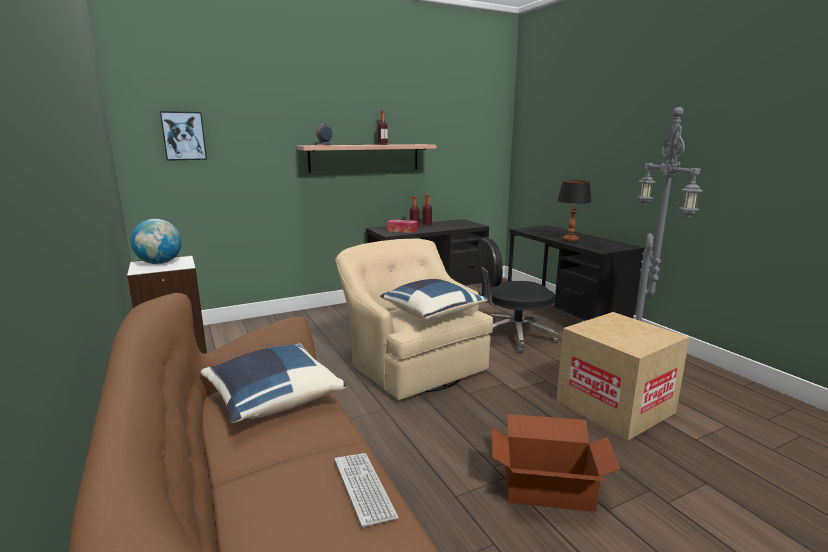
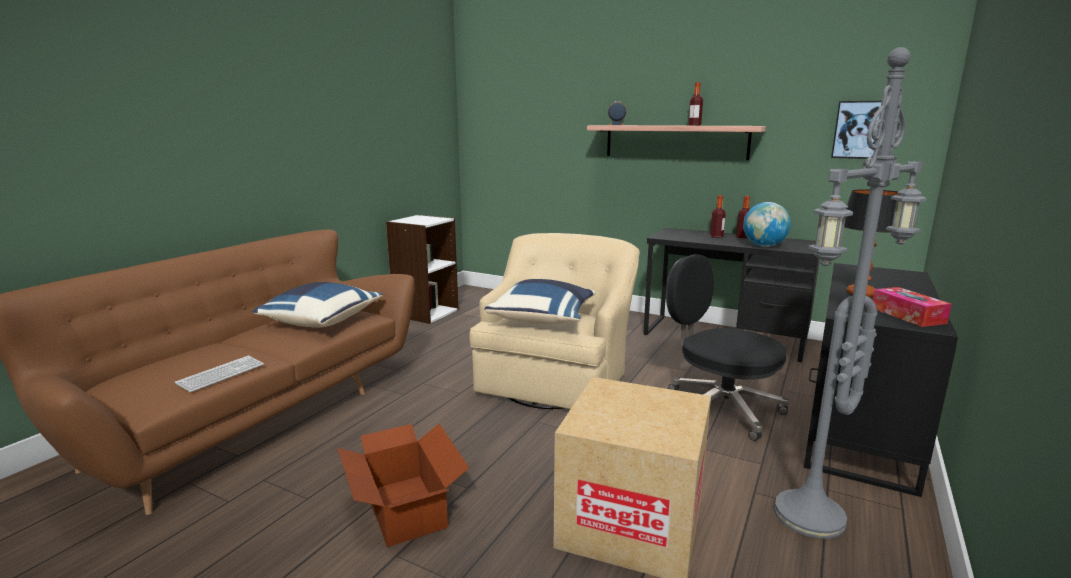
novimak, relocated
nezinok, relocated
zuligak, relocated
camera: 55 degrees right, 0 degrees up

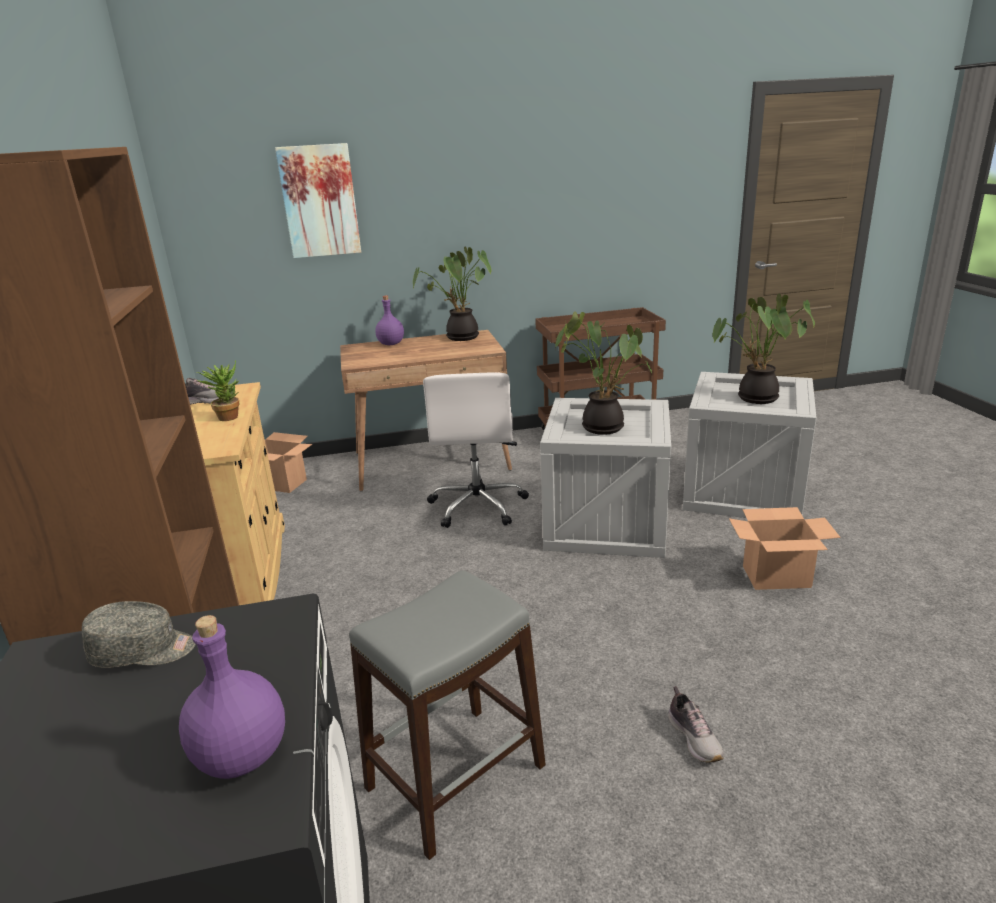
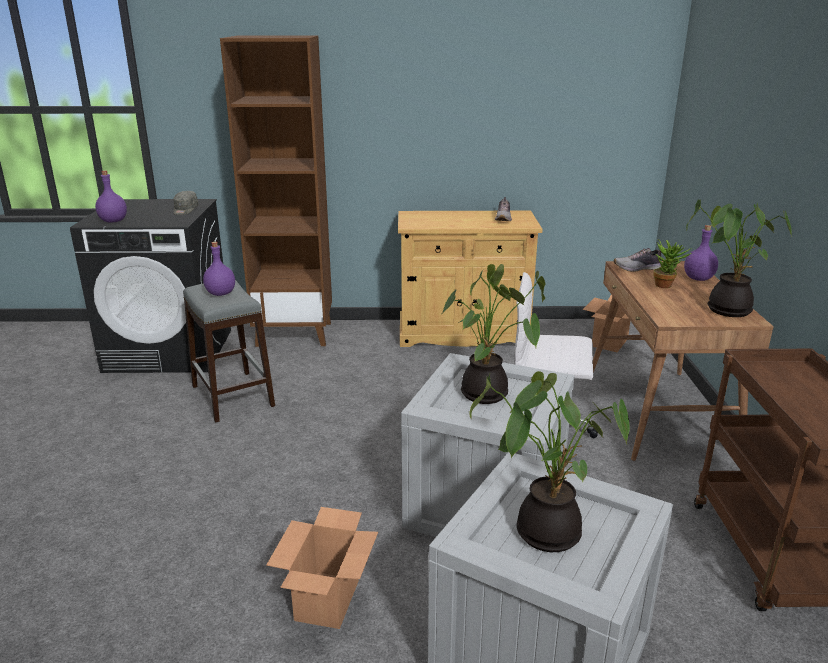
- → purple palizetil (no. 2 from left)
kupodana (no. 2 from left), relocated
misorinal (no. 1 from left in the first image) → misorinal (no. 3 from left), relocated
nezinok → -
camera: 100 degrees right, 0 degrees up

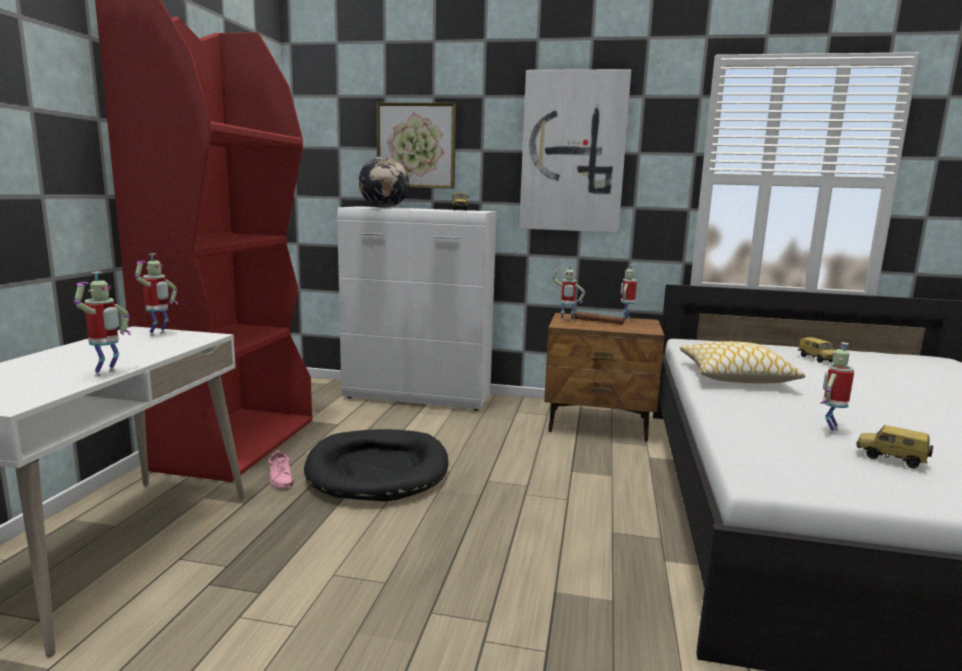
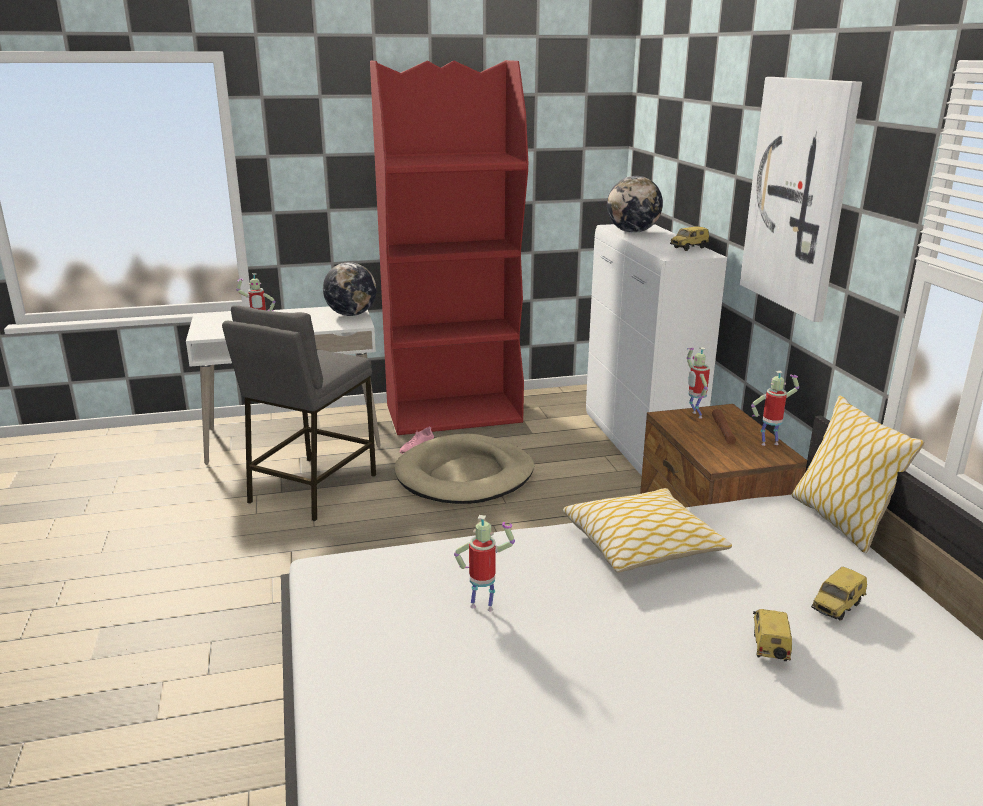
- → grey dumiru
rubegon (no. 2 from left) → novimak (no. 1 from left)
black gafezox → beige gafezox
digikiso (no. 3 from left in the first image) → digikiso (no. 2 from left), relocated
- → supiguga (no. 2 from left)
nezinok (no. 1 from left) → -
camera: 65 degrees right, 10 degrees up

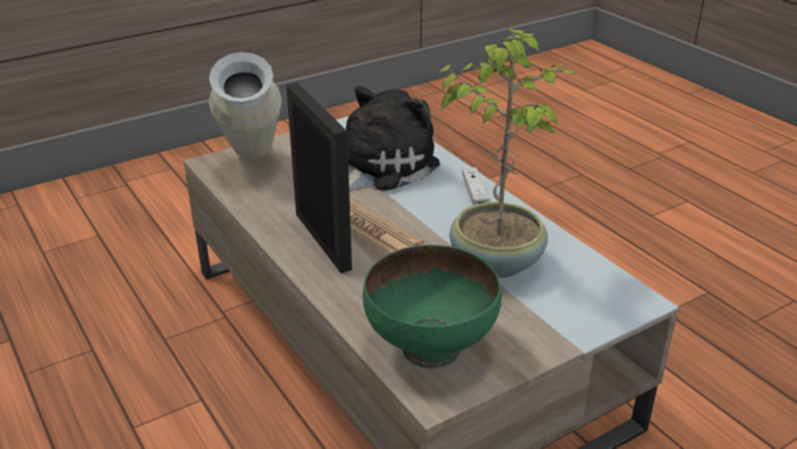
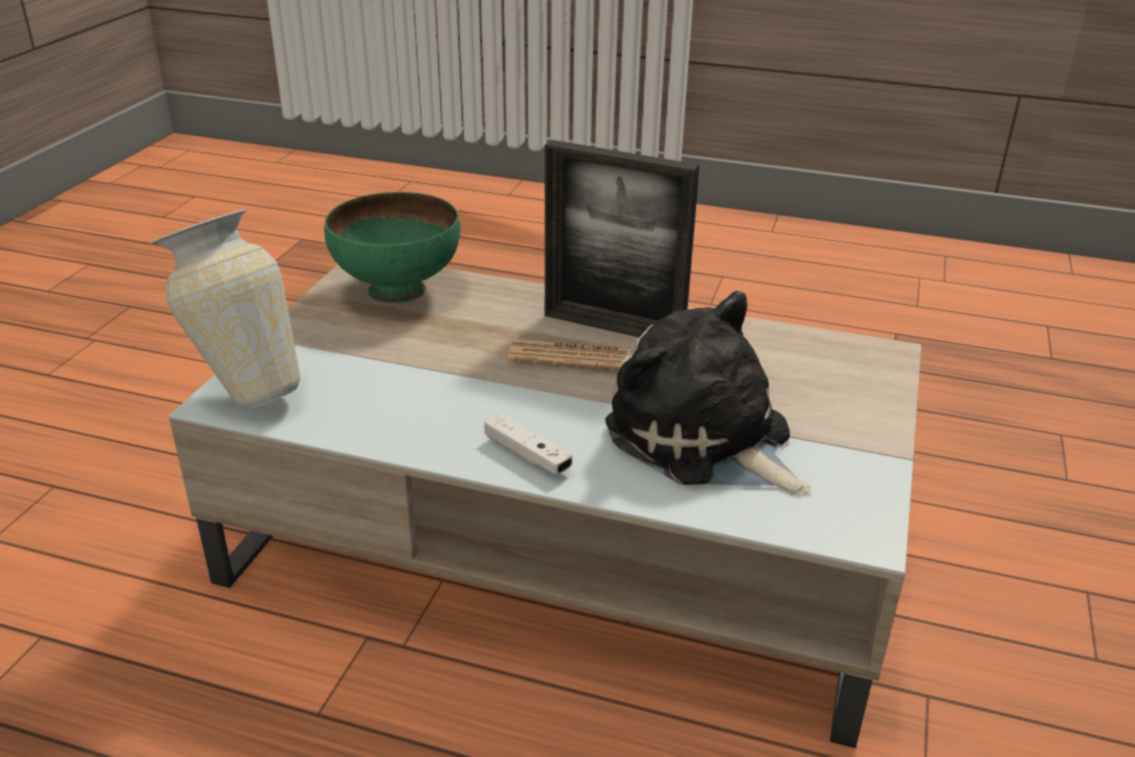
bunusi, relocated
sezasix, 135 degrees clockwise
misorinal → -
camera: 140 degrees right, 0 degrees up

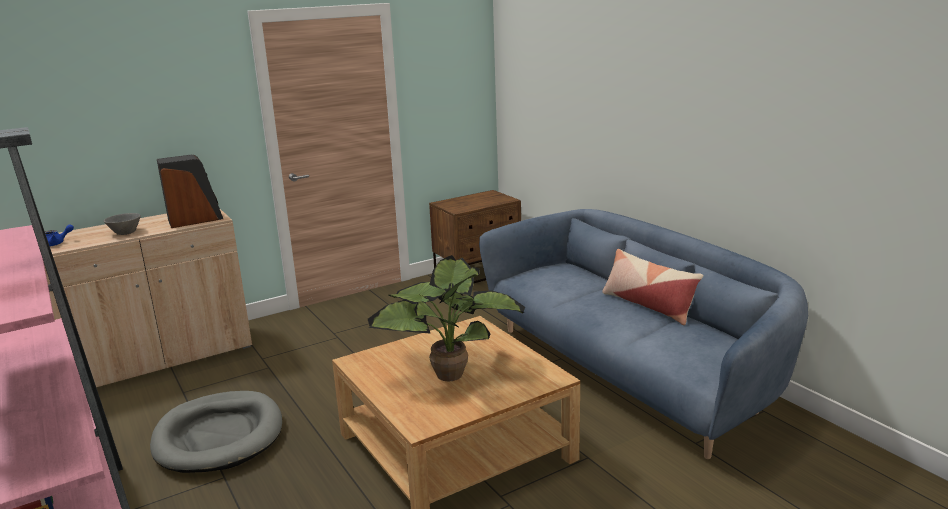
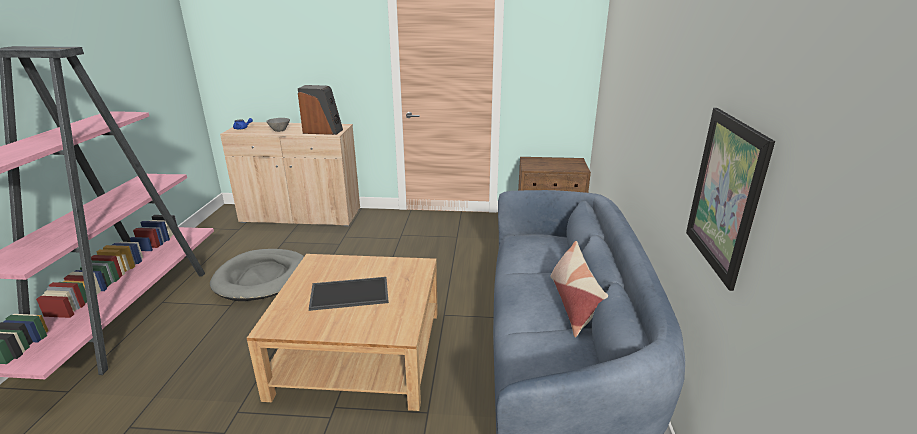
misorinal → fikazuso
- → nezinok
camera: 35 degrees right, 5 degrees up

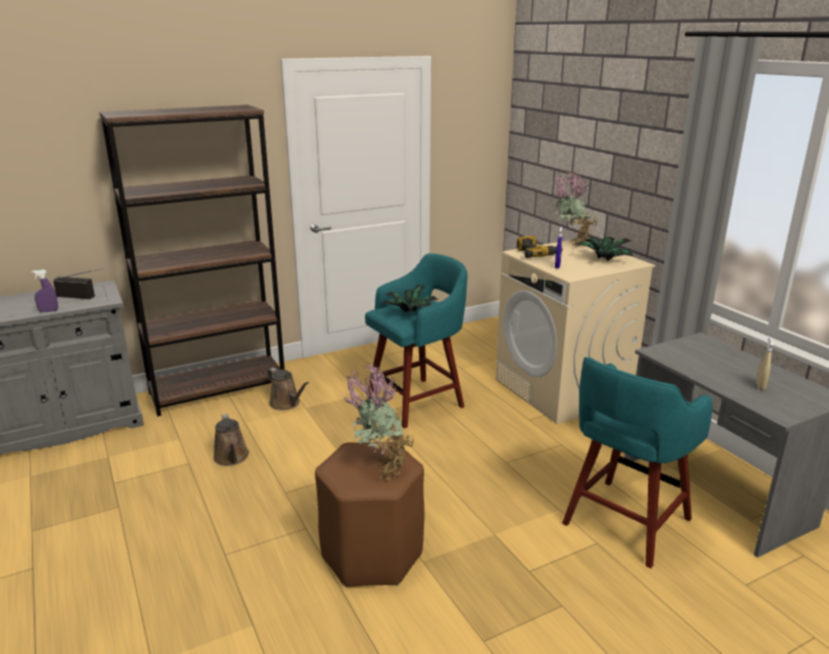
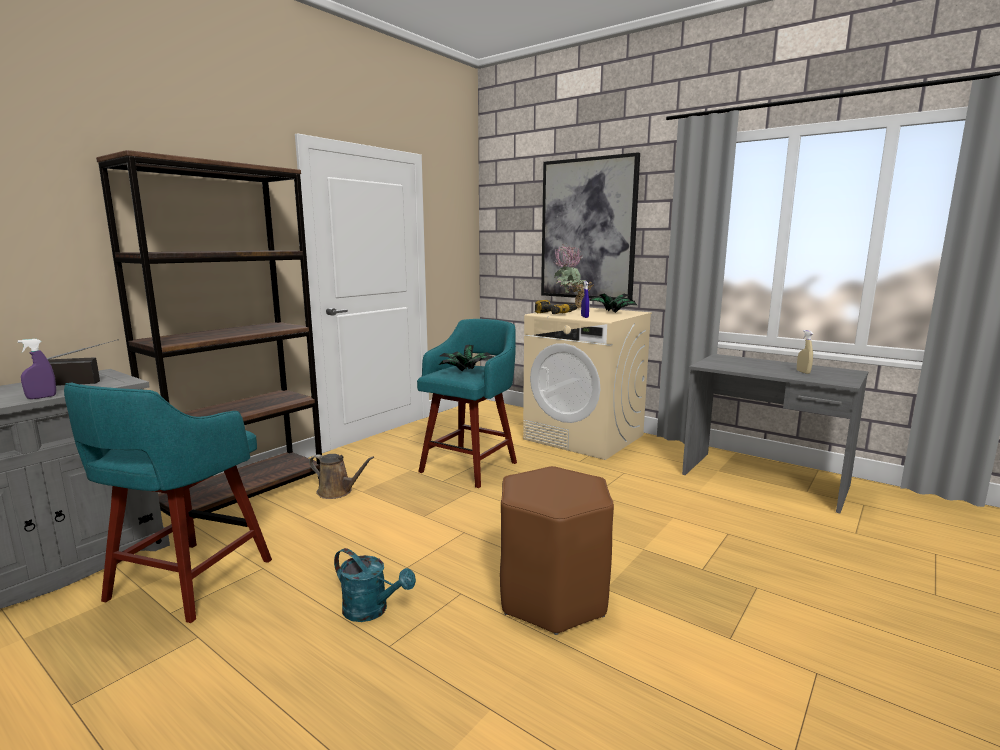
turquoise dumiru (no. 2 from left in the first image) → turquoise dumiru (no. 1 from left), relocated
- → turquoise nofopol
- → nezinok
brown nofopol (no. 1 from left) → -
misorinal (no. 1 from left) → -
camera: 25 degrees left, 10 degrees down

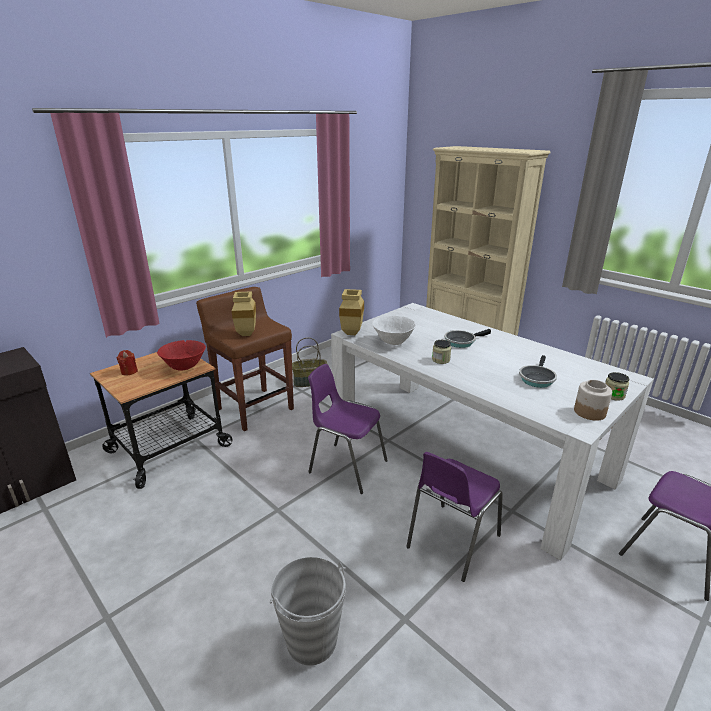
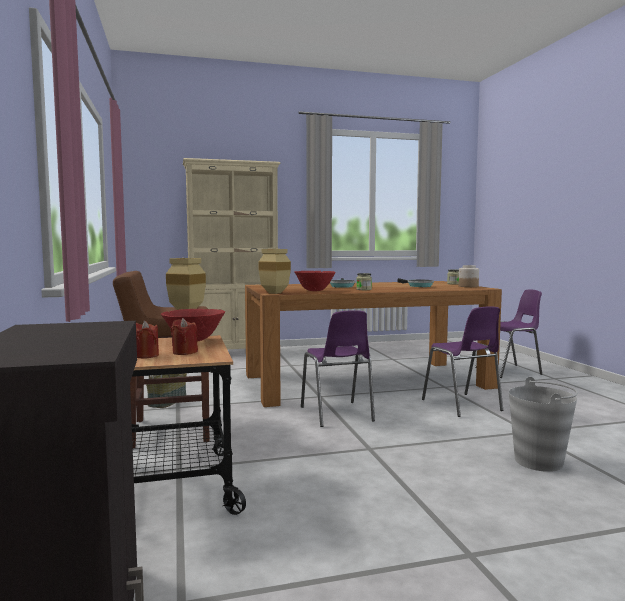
- → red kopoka (no. 2 from left)
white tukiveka → brown tukiveka
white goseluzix → red goseluzix (no. 2 from left)
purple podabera (no. 1 from left), 75 degrees counterclockwise
camera: 60 degrees left, 20 degrees down

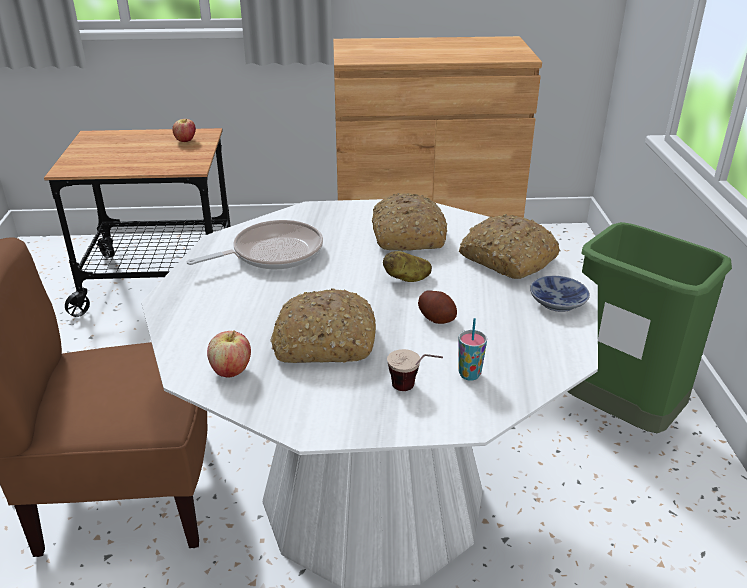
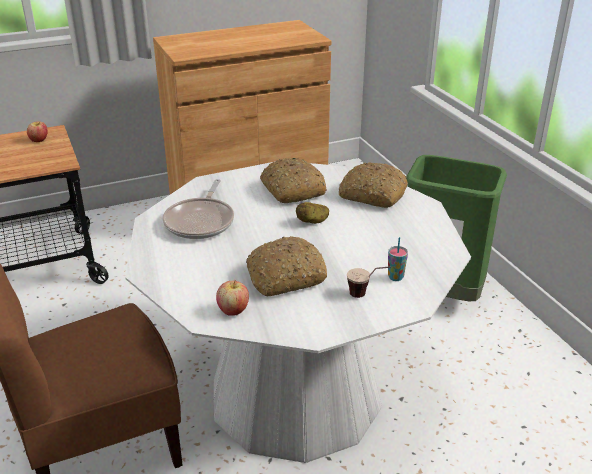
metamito, 150 degrees clockwise
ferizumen (no. 2 from left) → -
goseluzix → -
camera: 20 degrees left, 0 degrees up

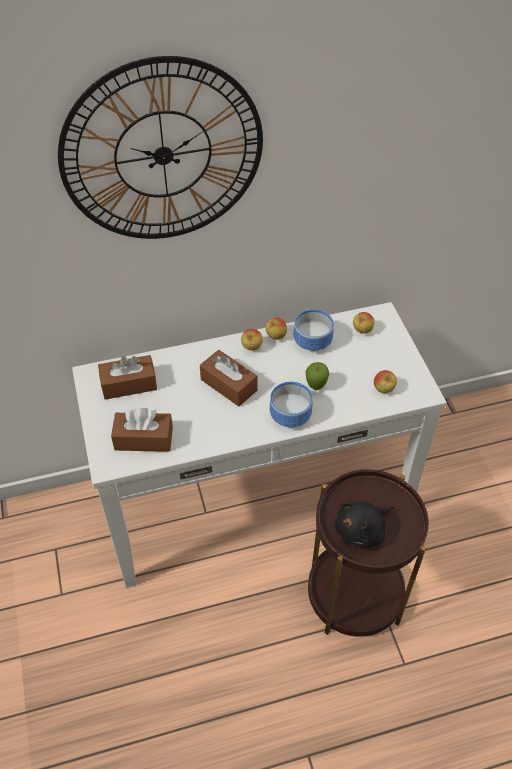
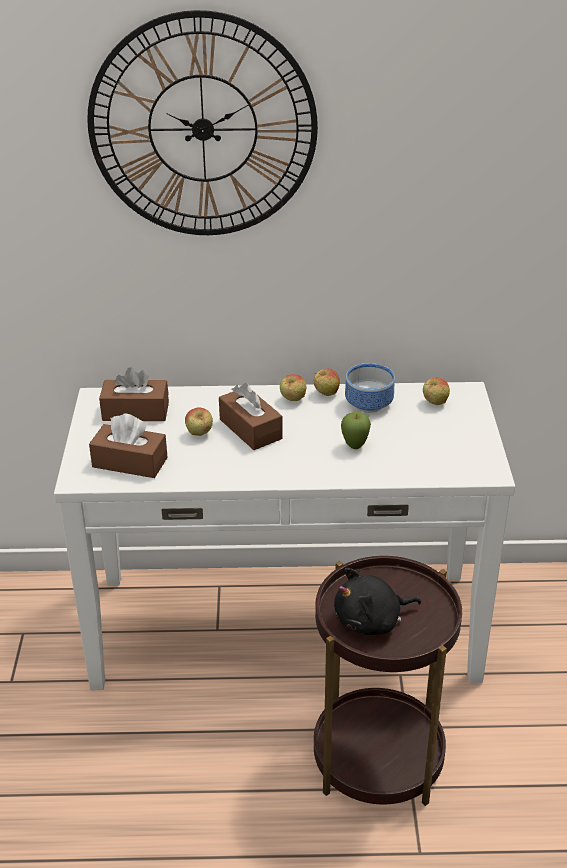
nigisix (no. 5 from left in the first image) → nigisix (no. 1 from left), relocated
goseluzix (no. 1 from left) → -
camera: 15 degrees right, 15 degrees down

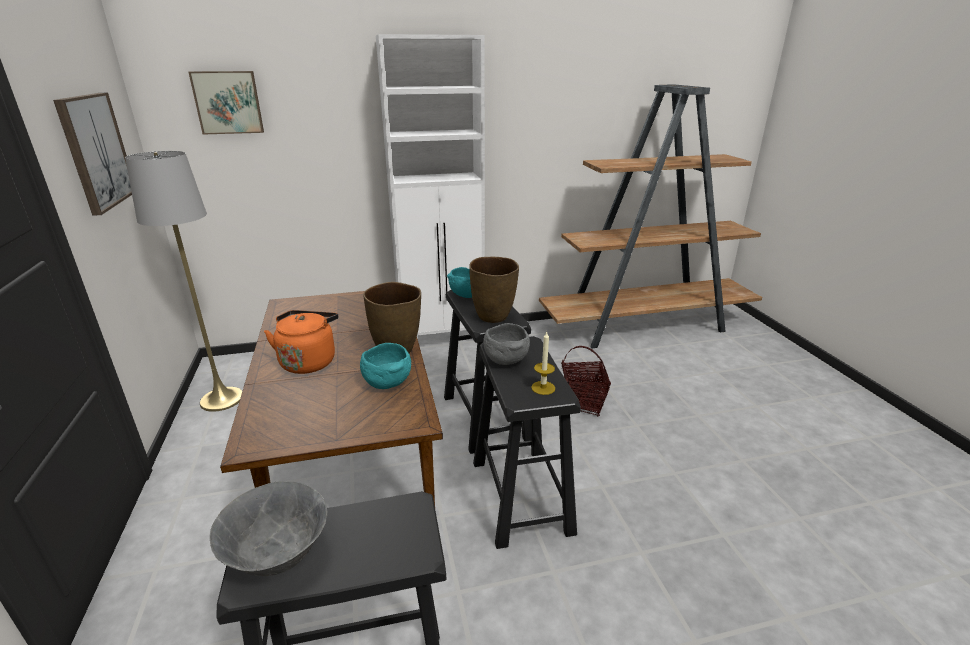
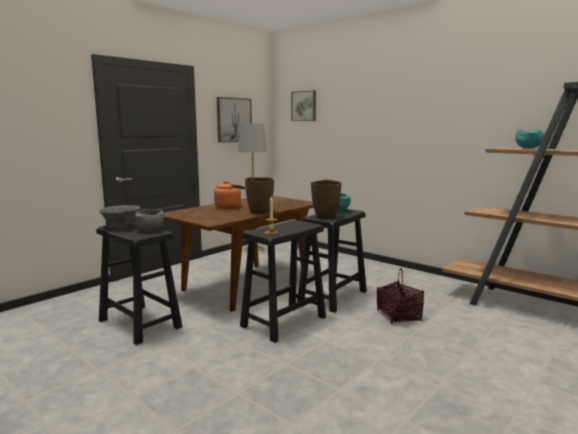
grey goseluzix (no. 2 from left), relocated
turquoise goseluzix (no. 1 from left in the first image) → turquoise goseluzix (no. 2 from left), relocated
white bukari → -
camera: 55 degrees right, 15 degrees down

